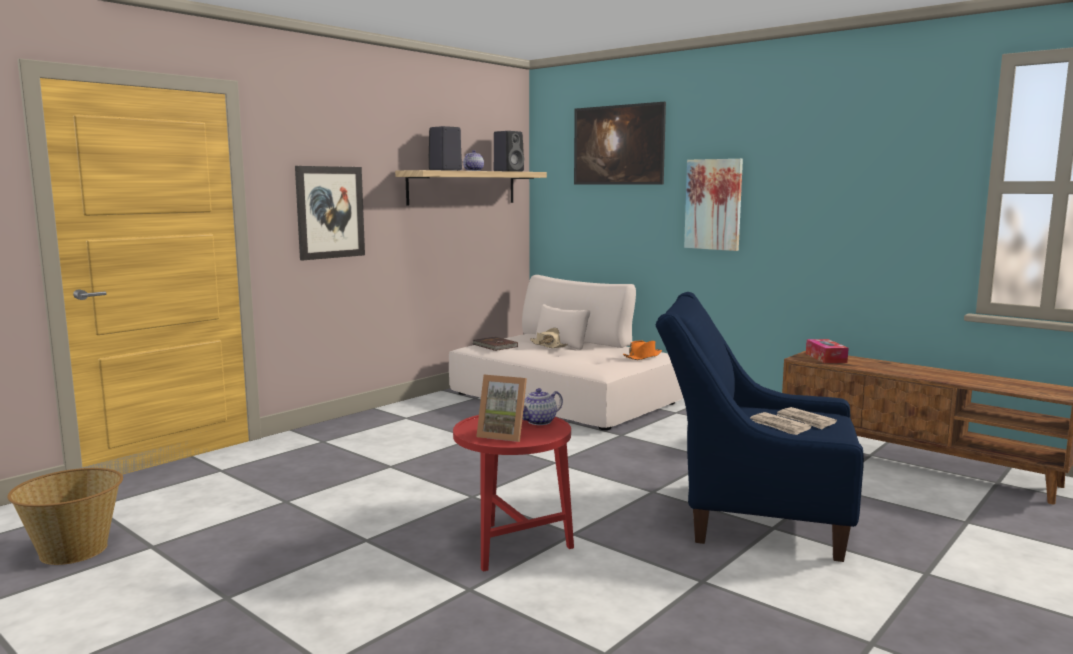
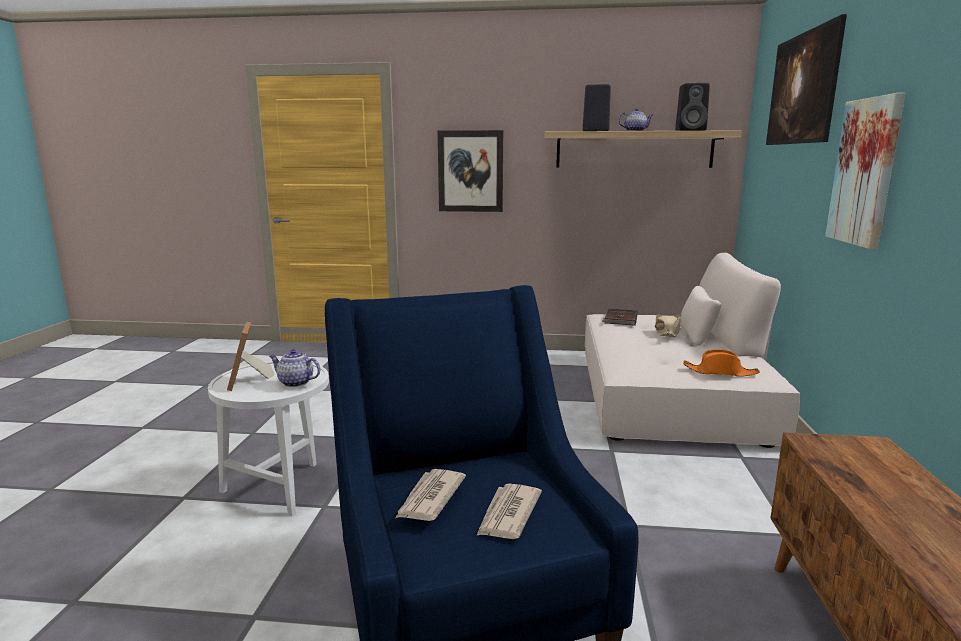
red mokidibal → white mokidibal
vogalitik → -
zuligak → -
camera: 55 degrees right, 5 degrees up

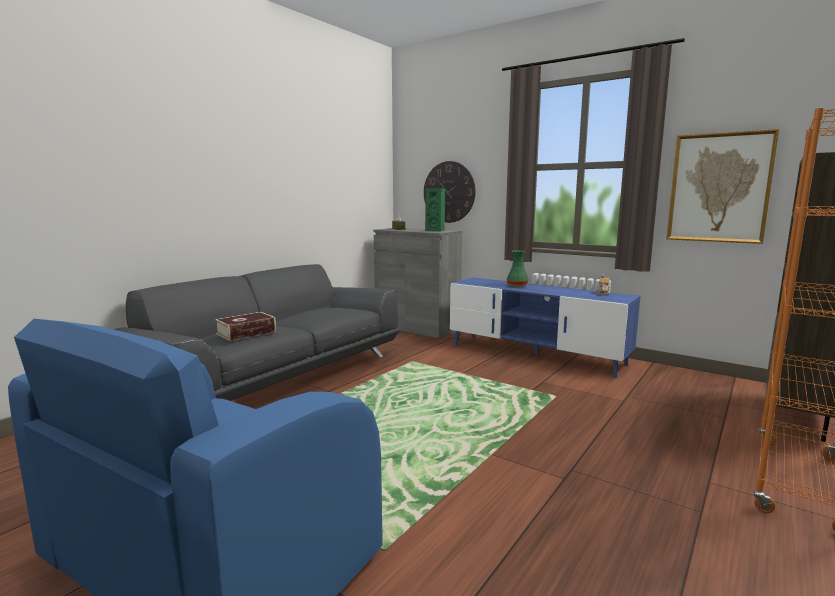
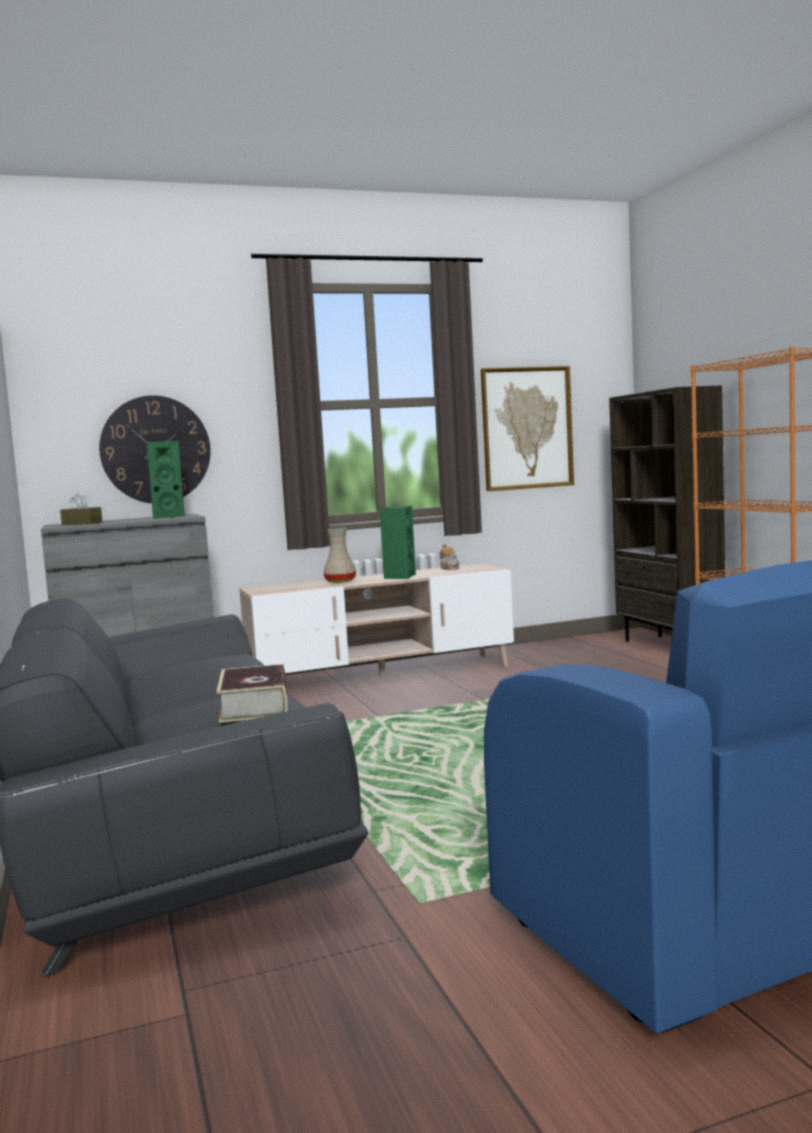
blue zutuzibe → beige zutuzibe
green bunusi → beige bunusi
- → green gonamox (no. 2 from left)
camera: 55 degrees left, 5 degrees down

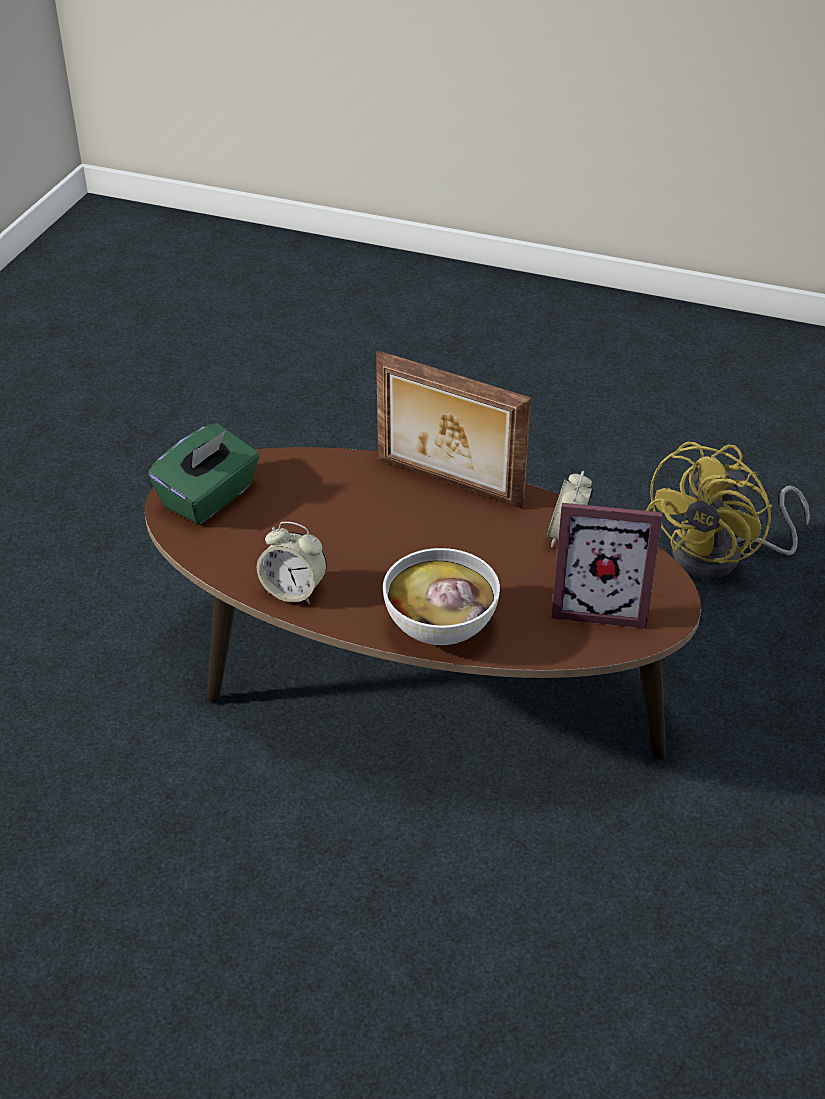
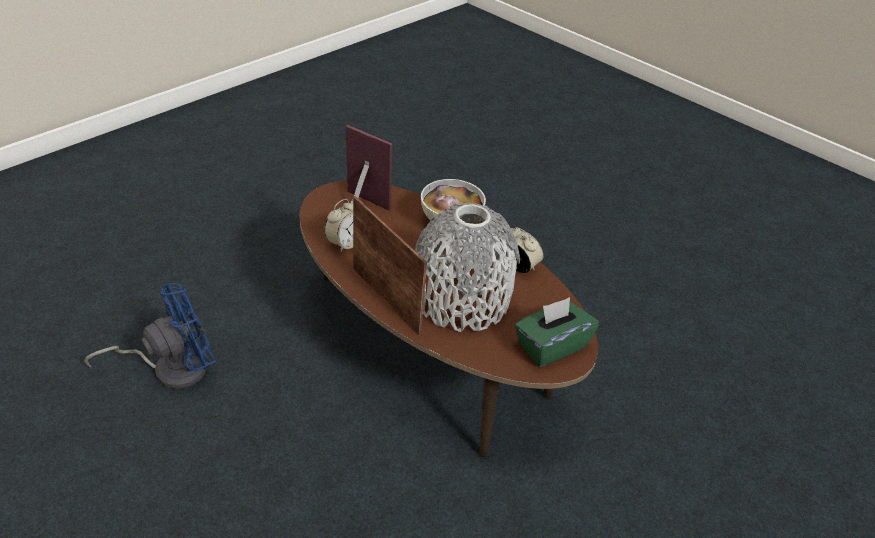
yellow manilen → blue manilen
- → grey bunusi
camera: 160 degrees left, 0 degrees up

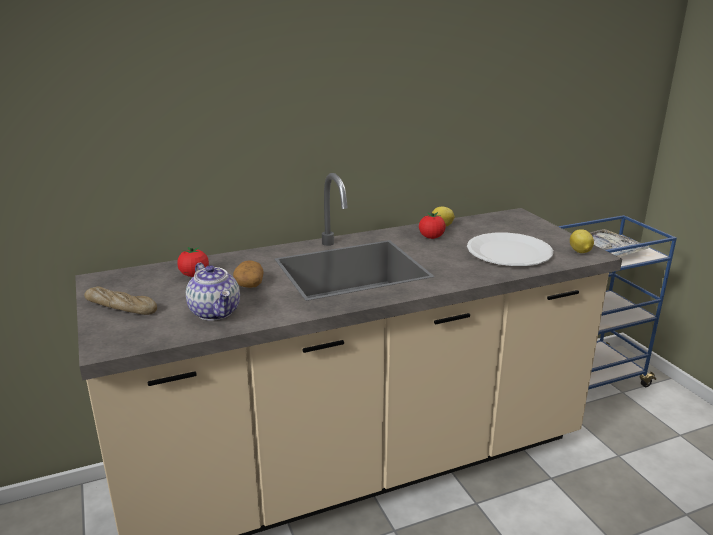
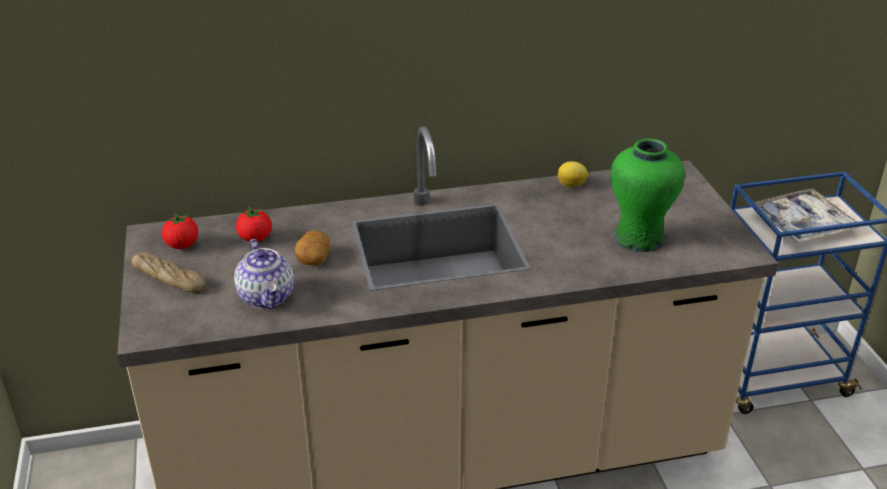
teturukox (no. 2 from left in the first image) → teturukox (no. 1 from left), relocated
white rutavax → green bunusi
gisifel (no. 2 from left) → -
camera: 10 degrees right, 10 degrees up

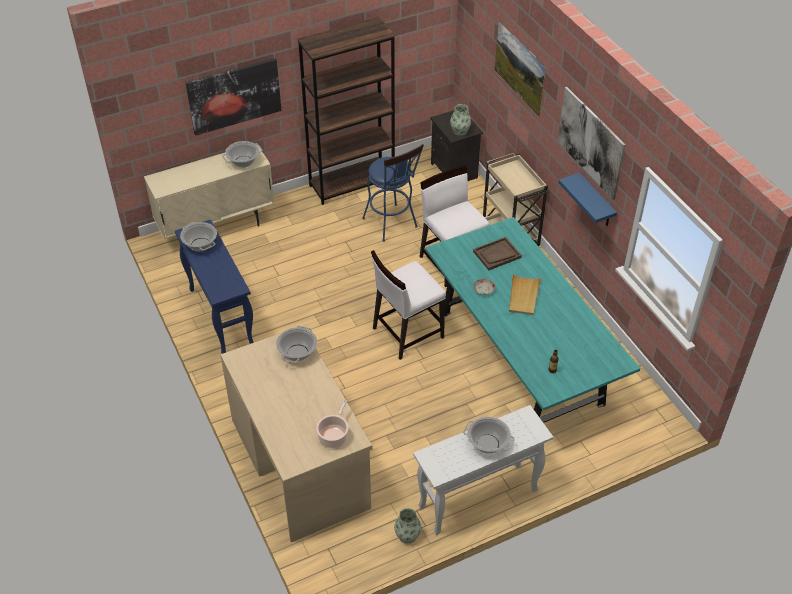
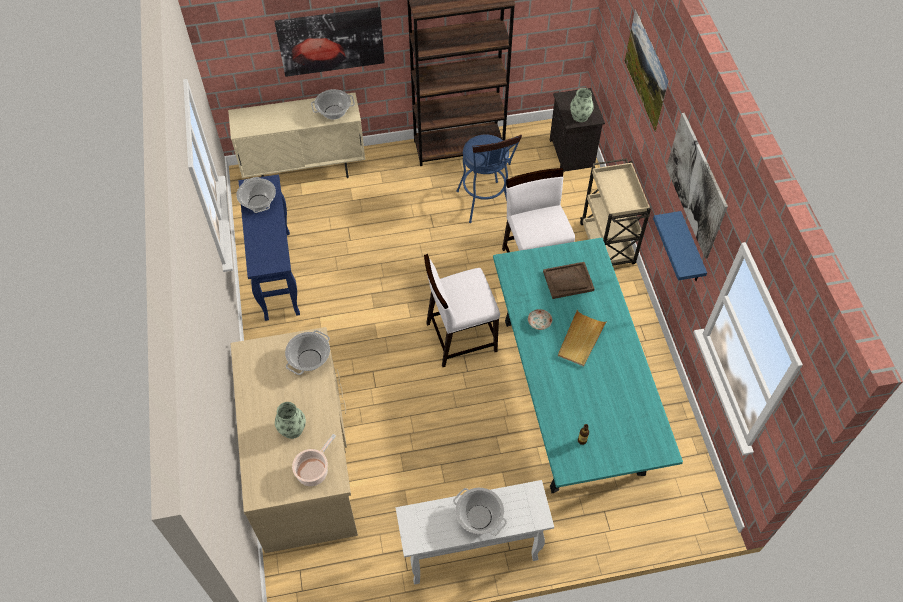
bunusi (no. 1 from left), relocated
camera: 15 degrees right, 10 degrees up

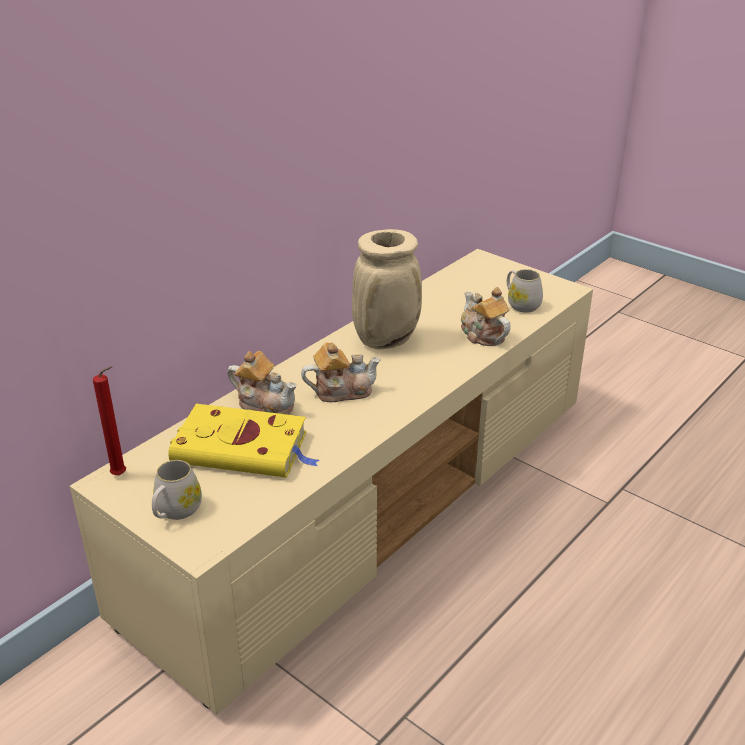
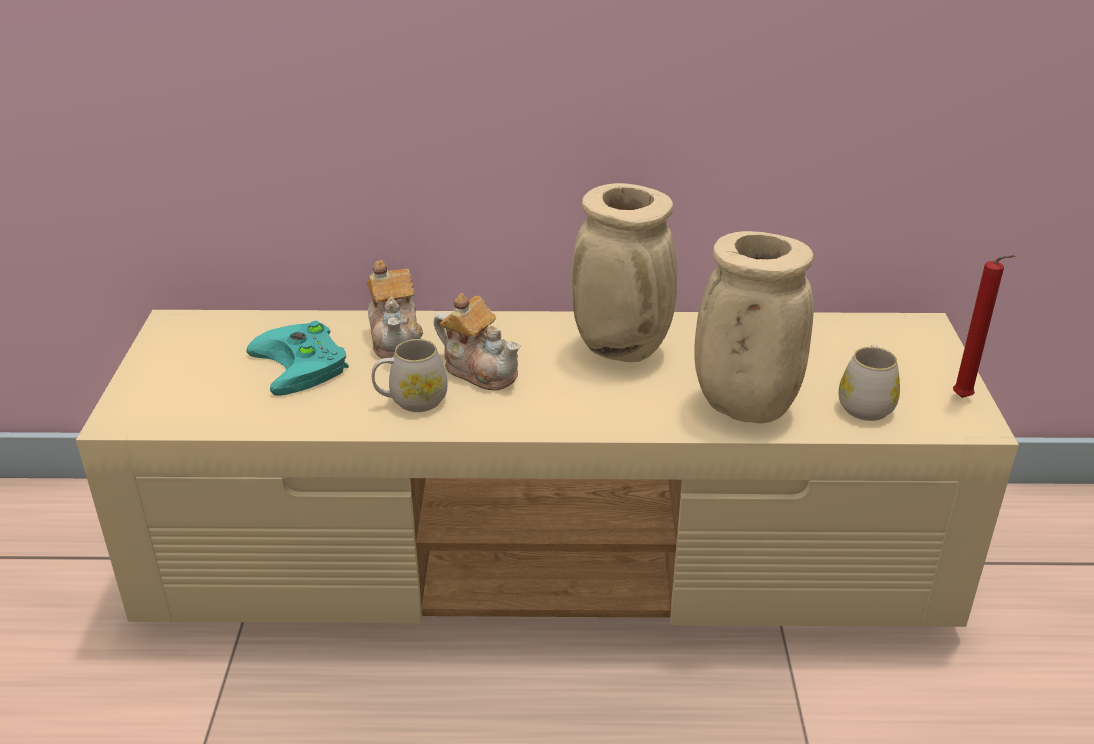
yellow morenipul → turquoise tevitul
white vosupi (no. 1 from left), relocated
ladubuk (no. 3 from left) → beige bunusi (no. 2 from left)
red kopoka, relocated
camera: 50 degrees right, 0 degrees up

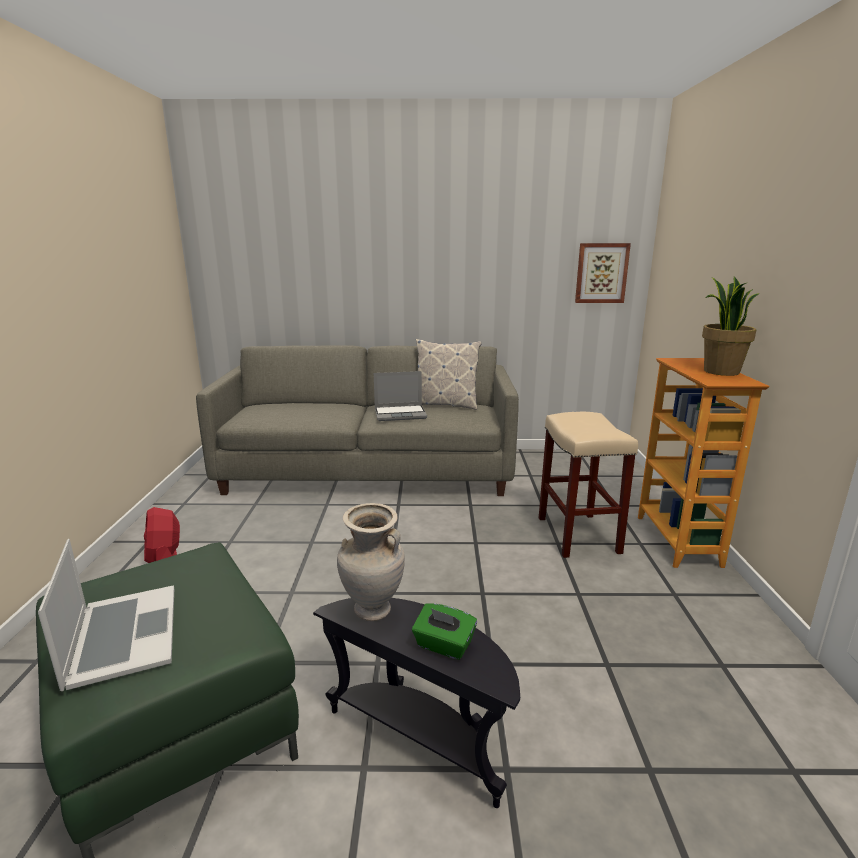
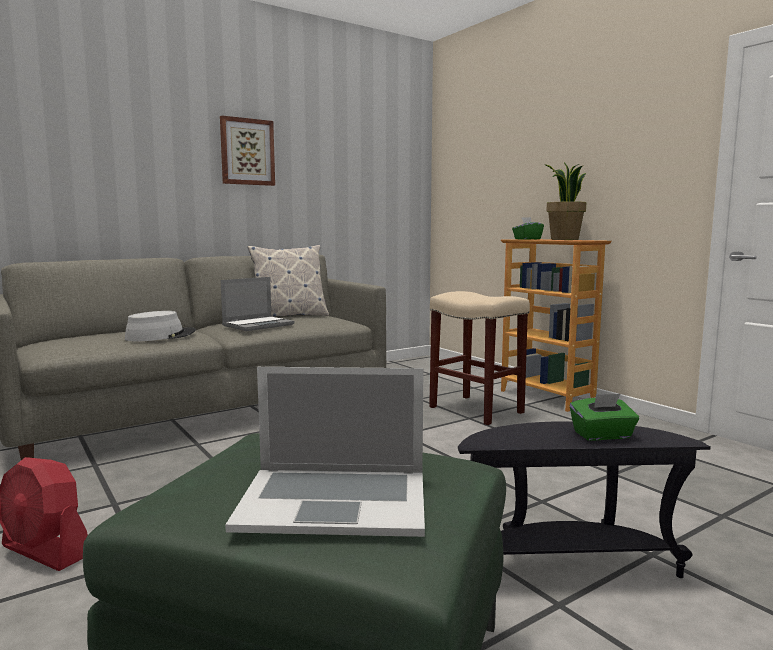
- → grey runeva
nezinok, relocated
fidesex (no. 1 from left in the first image) → fidesex (no. 2 from left), 150 degrees clockwise
- → green zuligak (no. 1 from left)
beige bunusi → -
camera: 35 degrees left, 10 degrees down

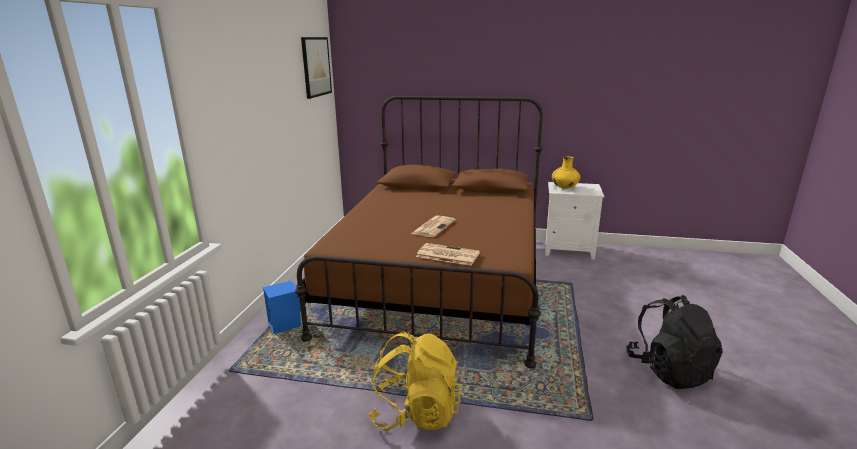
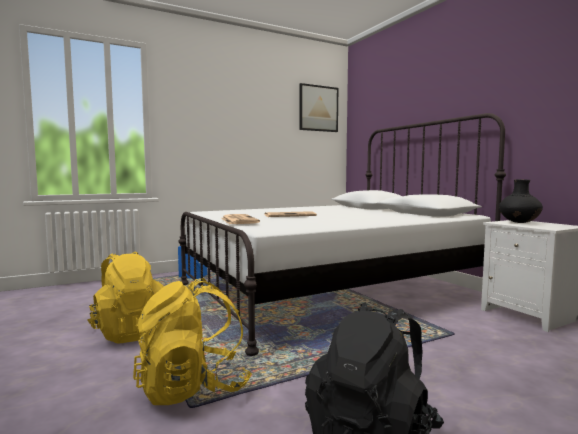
- → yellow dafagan (no. 2 from left)
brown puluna → white puluna
yellow bunusi → black bunusi
camera: 50 degrees right, 15 degrees down

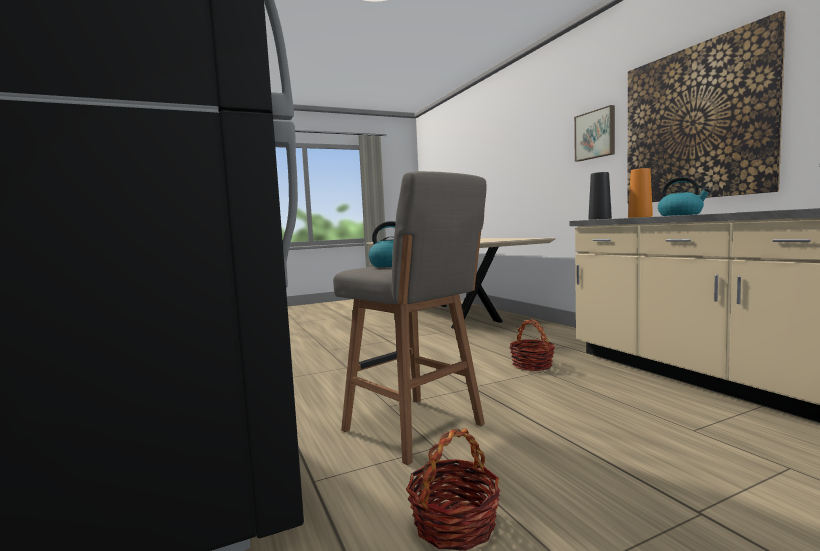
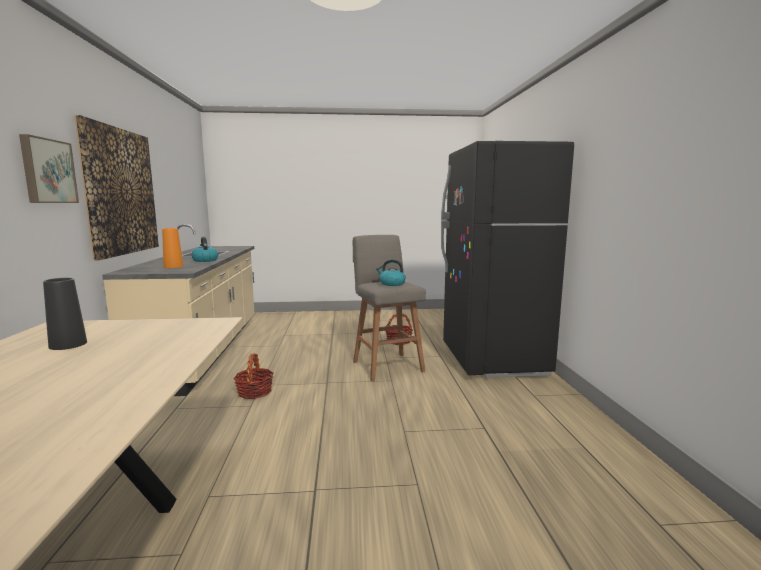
black bunusi, relocated
camera: 160 degrees left, 5 degrees up

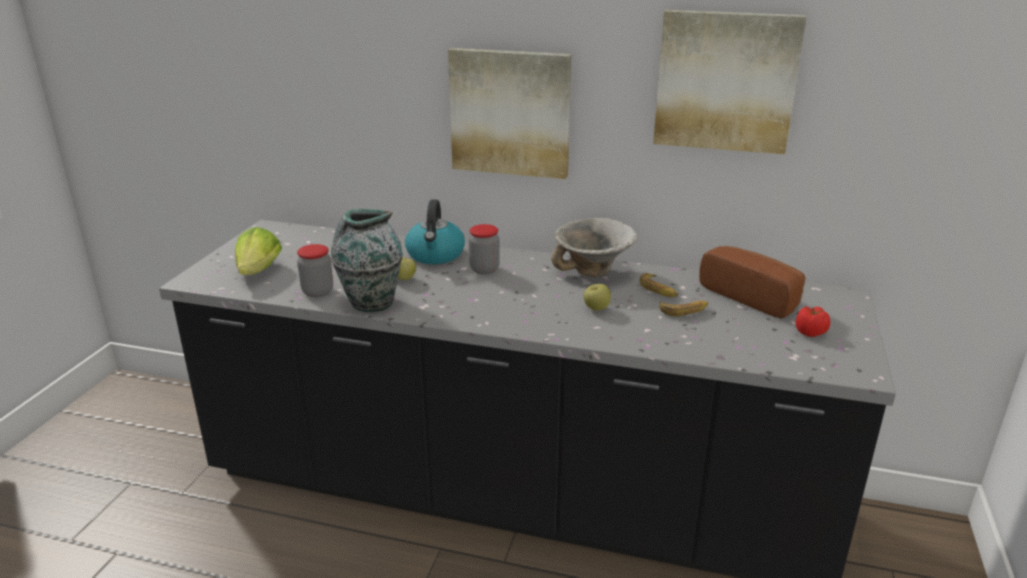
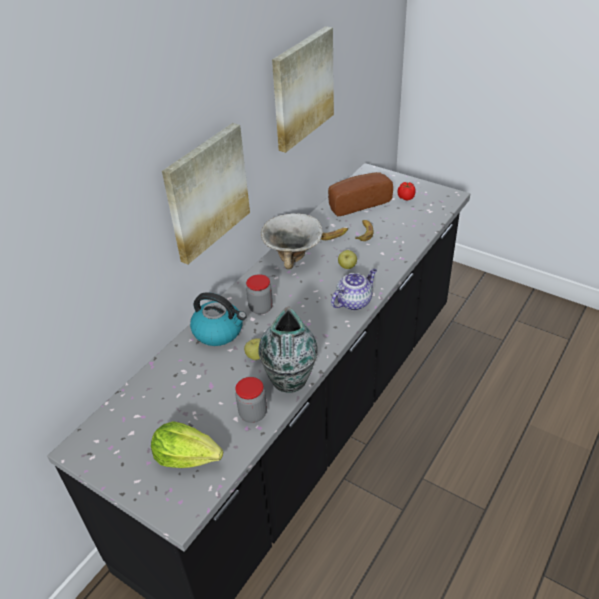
- → ladubuk
camera: 70 degrees left, 15 degrees up

